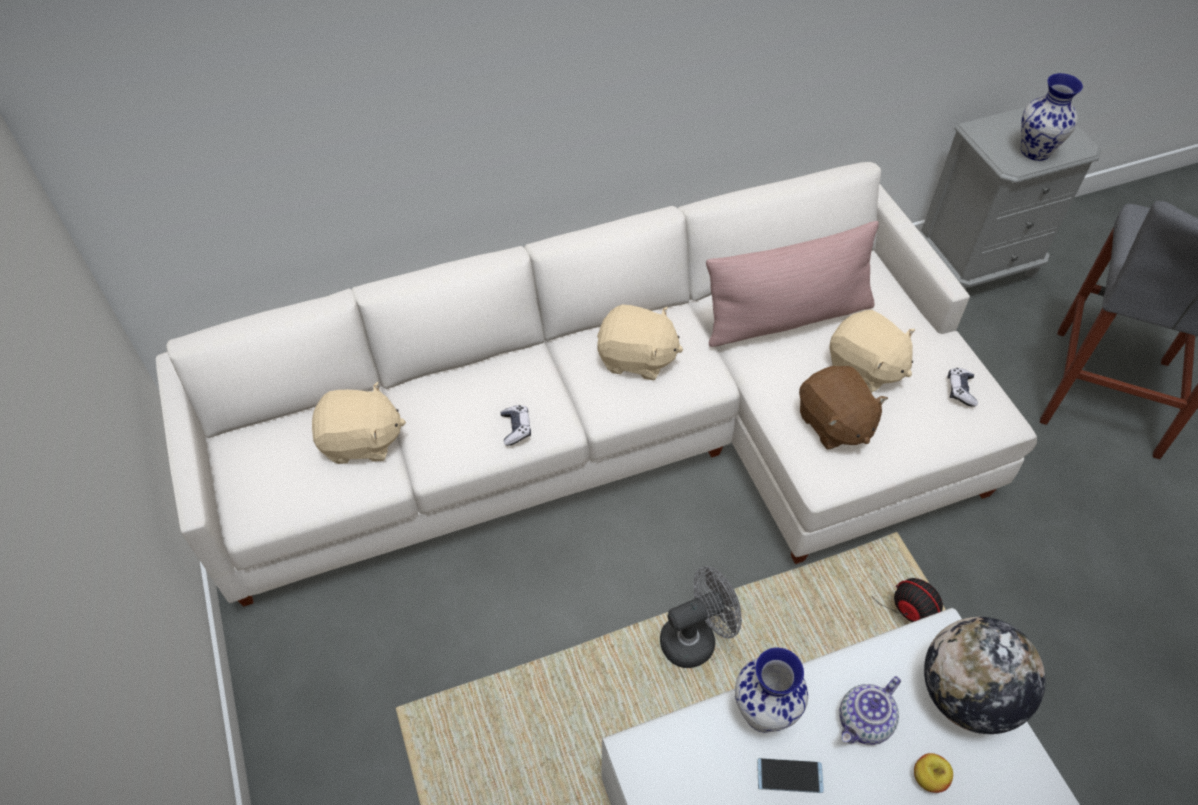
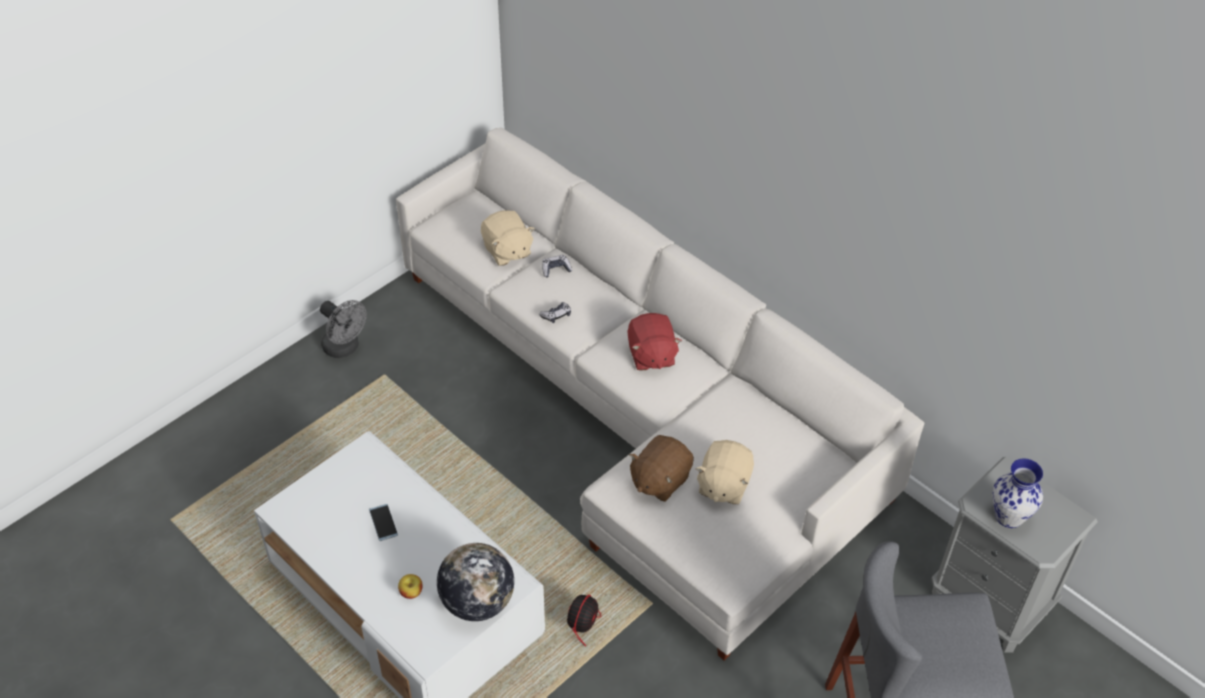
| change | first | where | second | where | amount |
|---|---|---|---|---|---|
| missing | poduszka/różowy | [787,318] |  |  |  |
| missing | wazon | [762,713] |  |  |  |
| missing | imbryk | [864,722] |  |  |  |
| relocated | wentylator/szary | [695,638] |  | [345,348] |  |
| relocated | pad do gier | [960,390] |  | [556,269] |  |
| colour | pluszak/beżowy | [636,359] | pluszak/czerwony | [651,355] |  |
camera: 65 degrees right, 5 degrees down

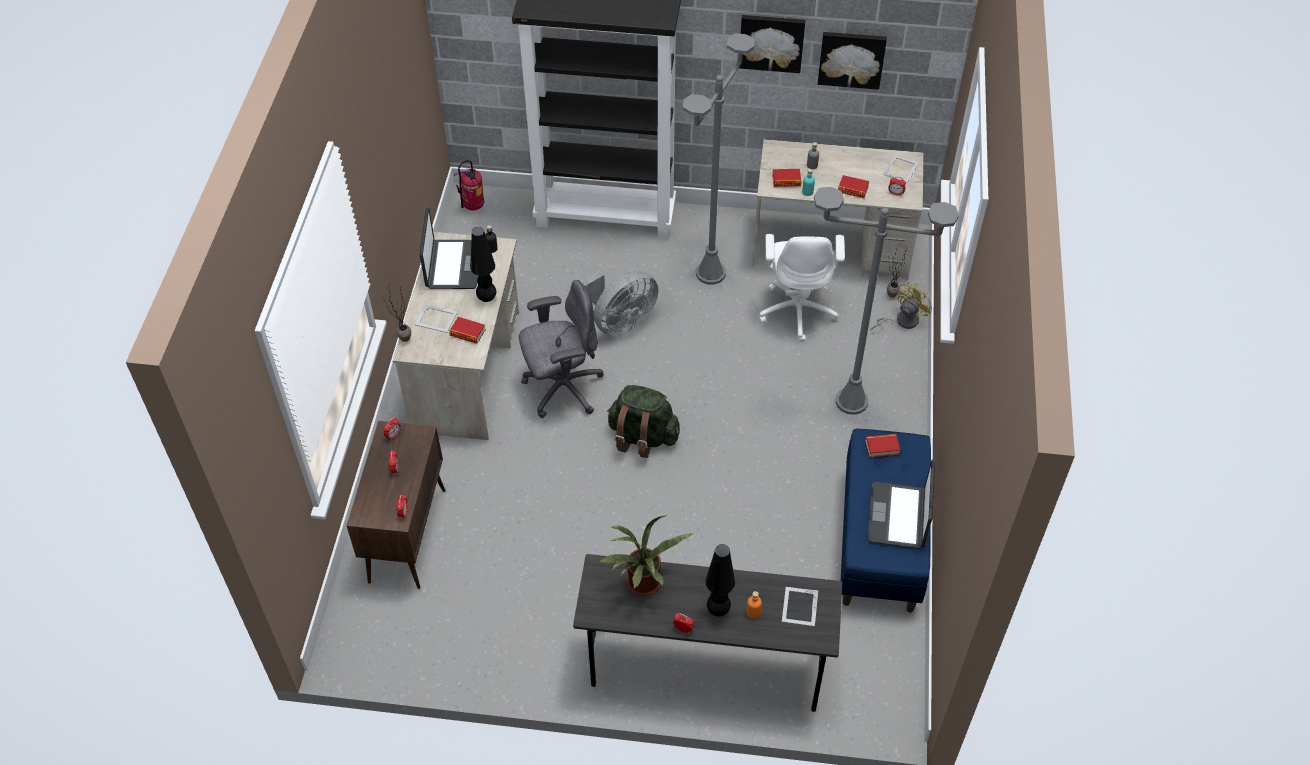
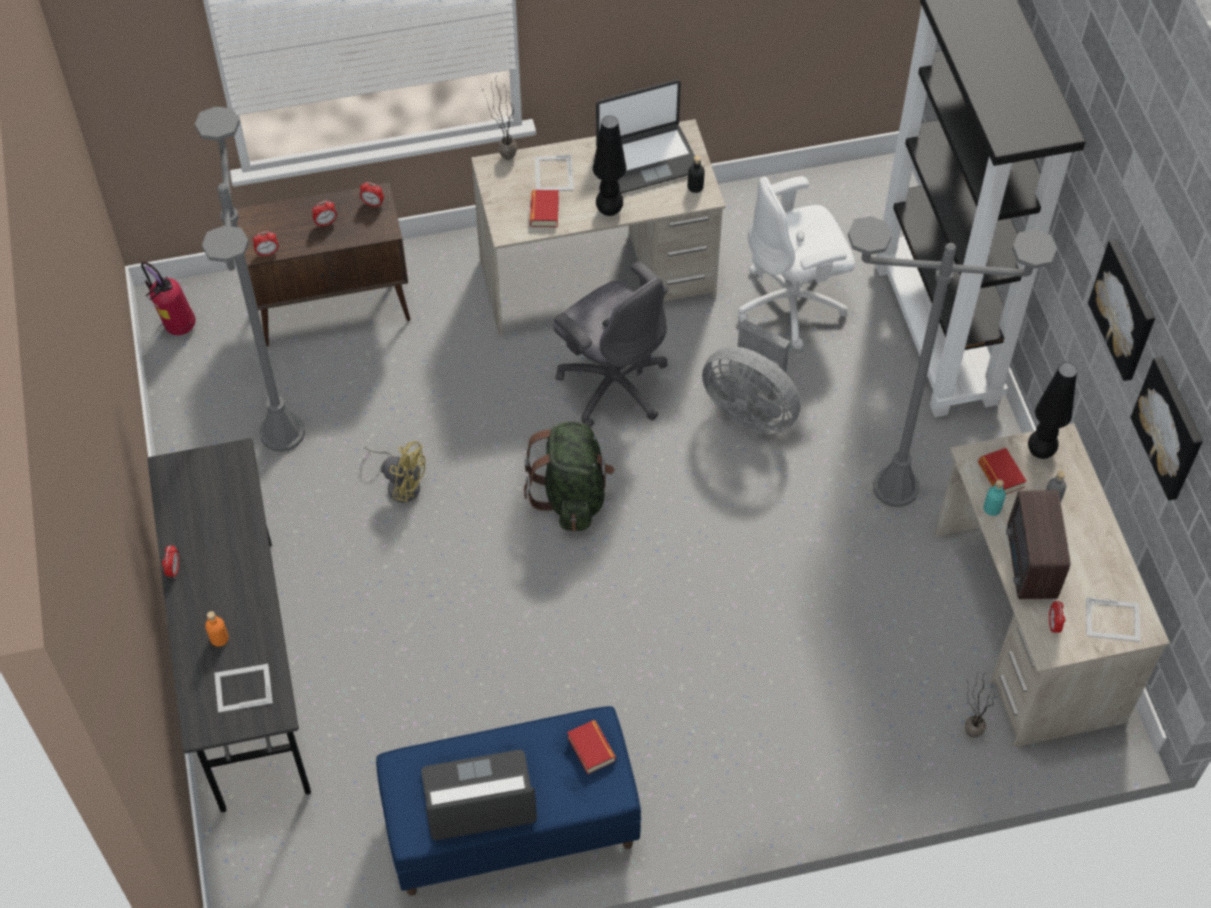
| change | first | where | second | where | amount |
|---|---|---|---|---|---|
| missing | roślina doniczkowa | [644,586] |  |  |  |
| relocated | gaśnica | [473,207] |  | [177,327] |  |
| relocated | lampa stołowa/czarny | [718,610] |  | [1040,452] |  |
| relocated | krzesło biurowe/biały | [798,310] |  | [792,304] |  |
| relocated | lampa stojąca/szary | [852,401] |  | [282,433] |  |
| relocated | wentylator/żółty | [902,321] |  | [401,483] |  |
| exchanged | książka | [853,189] | radio | [1029,565] |  |
camera: 70 degrees right, 5 degrees up

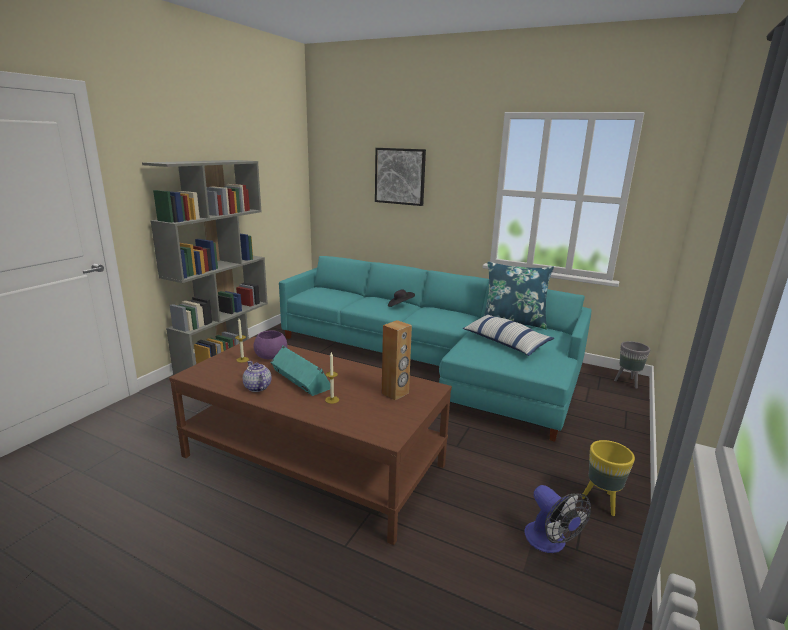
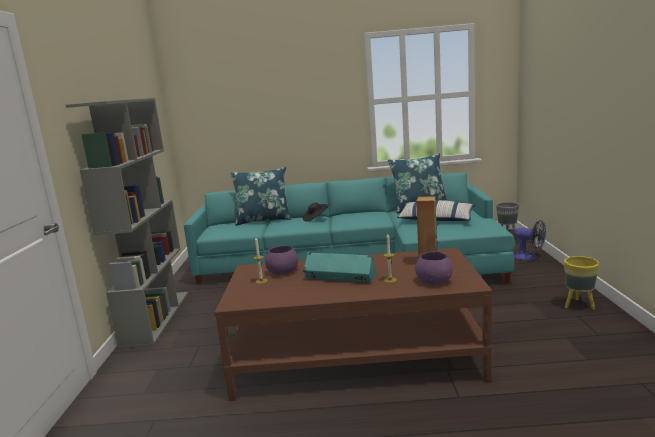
| change | first | where | second | where | amount |
|---|---|---|---|---|---|
| missing | imbryk | [257,387] |  |  |  |
| missing | obraz | [400,176] |  |  |  |
| appeared |  |  | poduszka/niebieski | [263,220] |  |
| appeared |  |  | miska/fioletowy | [434,281] |  |
| relocated | wentylator | [550,542] |  | [529,257] |  |
camera: 25 degrees left, 5 degrees down

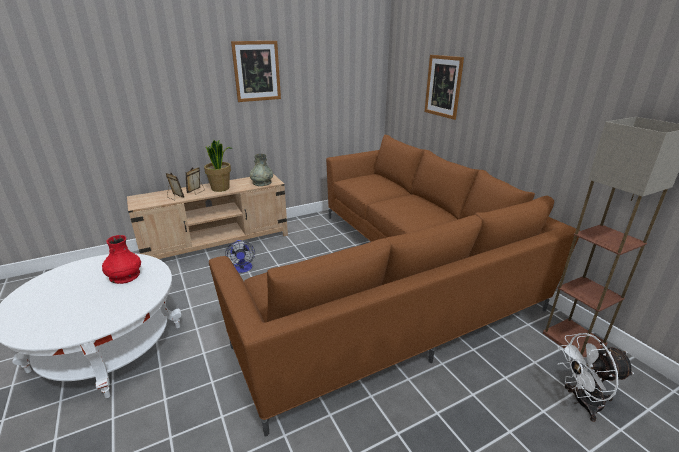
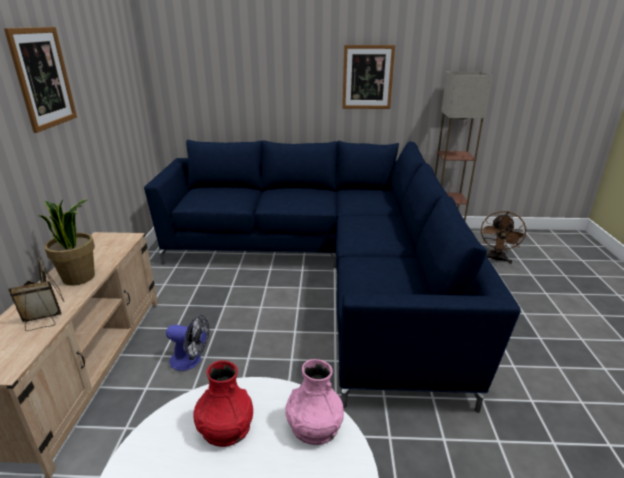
| change | first | where | second | where | amount |
|---|---|---|---|---|---|
| missing | wazon/szary | [262,183] |  |  |  |
| appeared |  |  | wazon/różowy | [314,426] |  |
| relocated | obraz | [443,86] |  | [367,77] |  |
| colour | kanapa/brązowy | [396,284] | kanapa/niebieski | [328,272] |  |
| colour | wentylator/biały | [581,402] | wentylator/brązowy | [496,259] |  |
camera: 60 degrees left, 0 degrees up

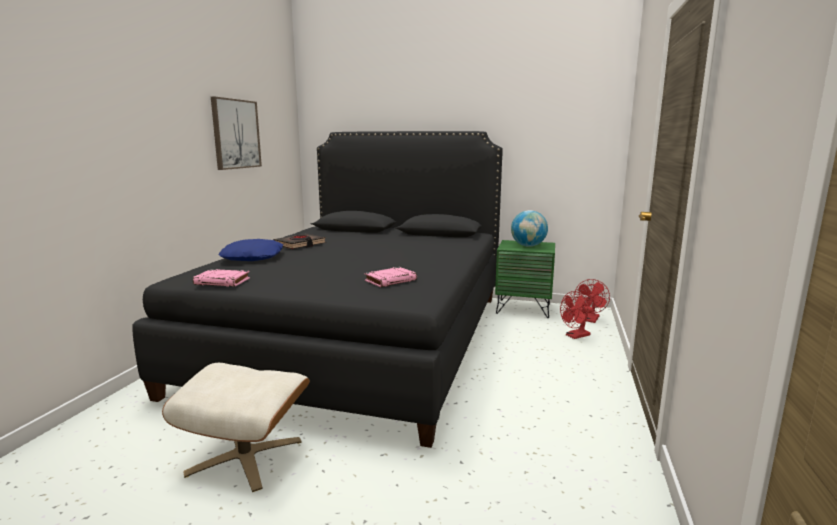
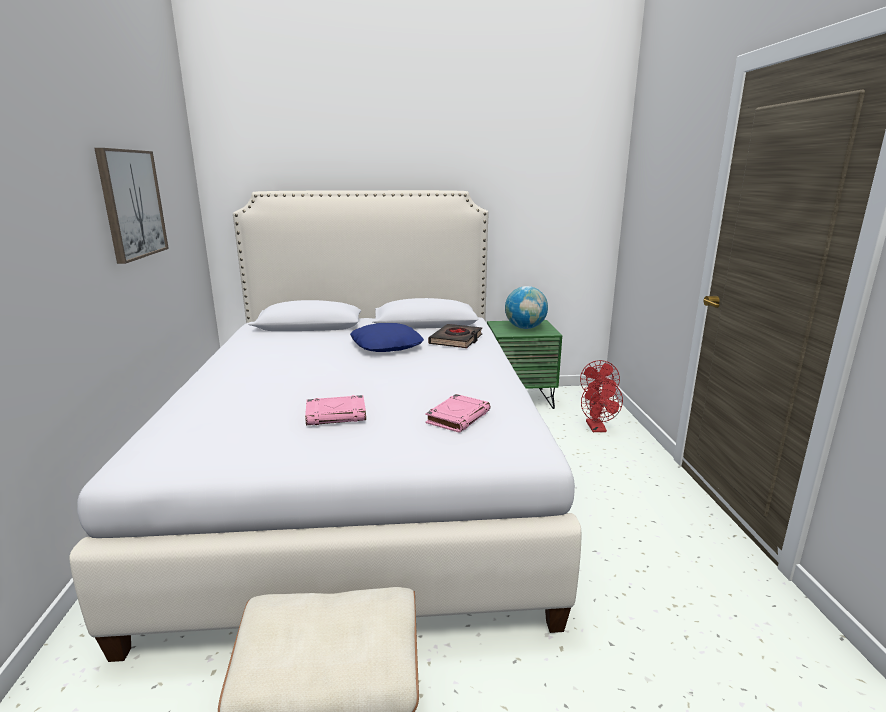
| change | first | where | second | where | amount |
|---|---|---|---|---|---|
| relocated | książka/różowy | [223,281] |  | [337,415] |  |
| relocated | poduszka/niebieski | [253,257] |  | [387,345] |  |
| relocated | książka/czarny | [300,245] |  | [456,340] |  |
| colour | łóżko/czarny | [361,338] | łóżko/biały | [361,476] |  |
| spun | wentylator/czerwony | [575,336] |  | [597,429] | 45 degrees counterclockwise |
camera: 20 degrees left, 5 degrees up

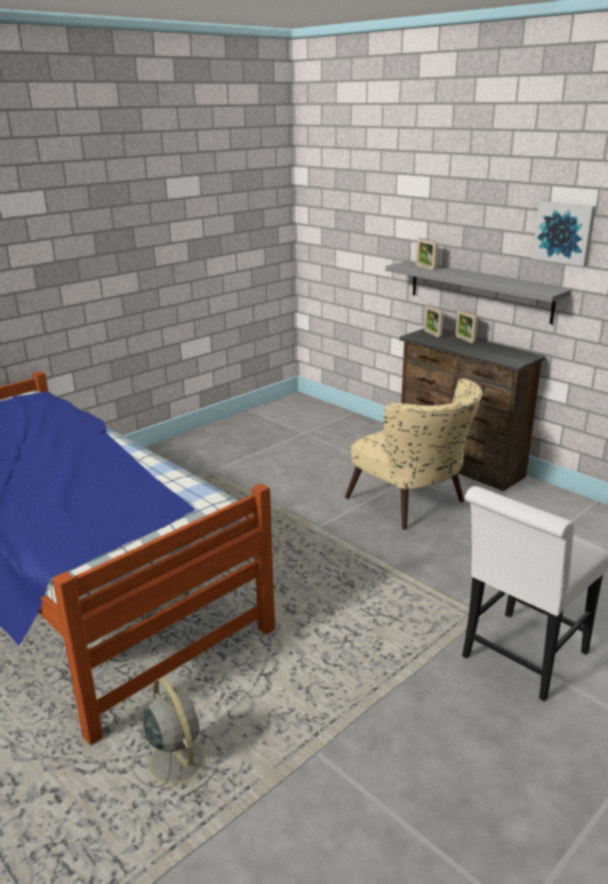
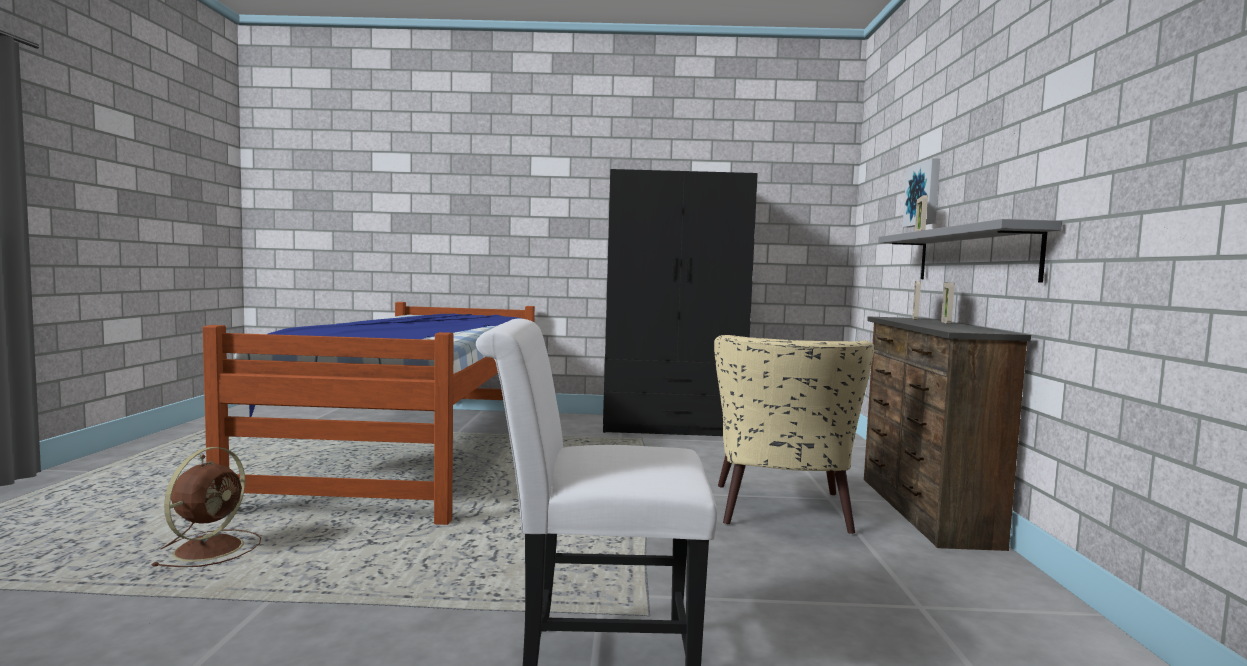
| change | first | where | second | where | amount |
|---|---|---|---|---|---|
| appeared |  |  | szafa/czarny | [672,426] |  |
| relocated | obraz | [564,233] |  | [924,194] |  |
| colour | wentylator/szary | [176,759] | wentylator/brązowy | [211,548] |  |
camera: 45 degrees right, 20 degrees down

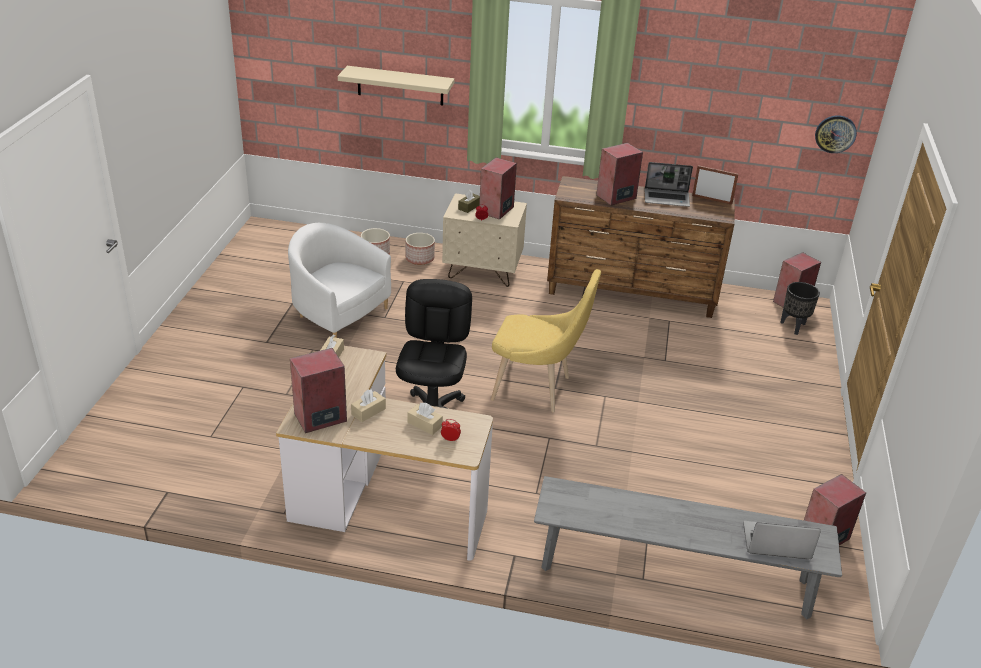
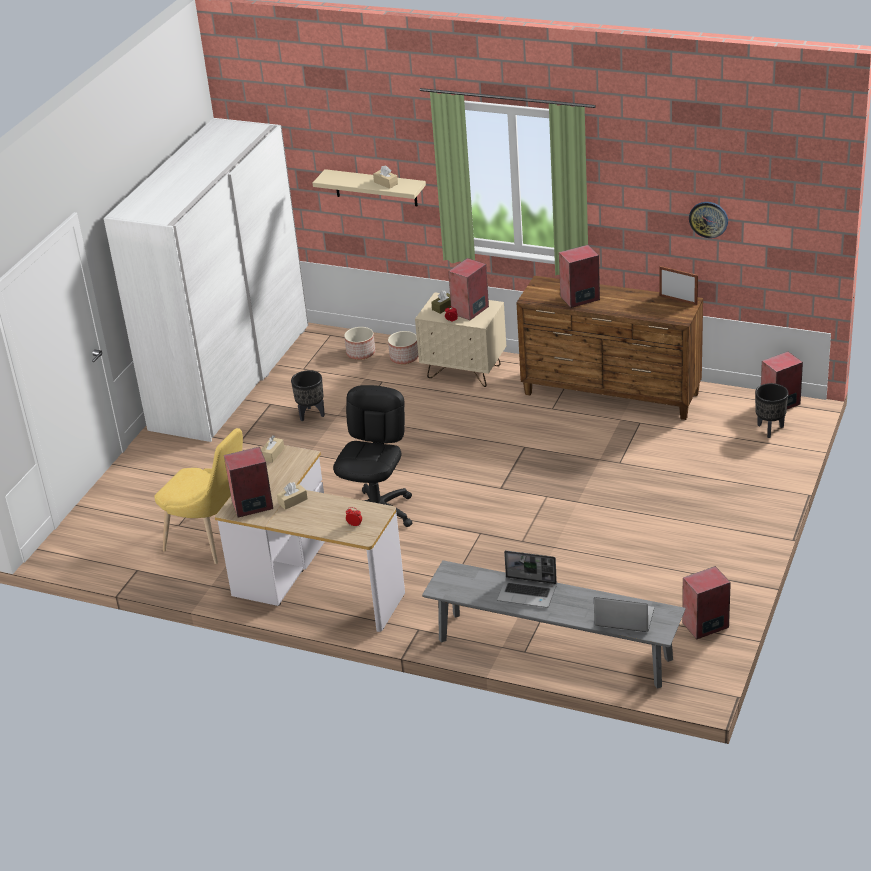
| change | first | where | second | where | amount |
|---|---|---|---|---|---|
| appeared |  |  | szafa/biały | [230,377] |  |
| relocated | pudełko chusteczek/beżowy | [424,424] |  | [386,183] |  |
| relocated | krzesło/żółty | [537,389] |  | [212,541] |  |
| relocated | laptop | [667,198] |  | [528,593] |  |
| relocated | zegar ścienny | [835,133] |  | [708,219] |  |
| exchanged | fotel/biały | [338,313] | donica/czarny | [311,414] |  |
camera: 15 degrees right, 0 degrees up

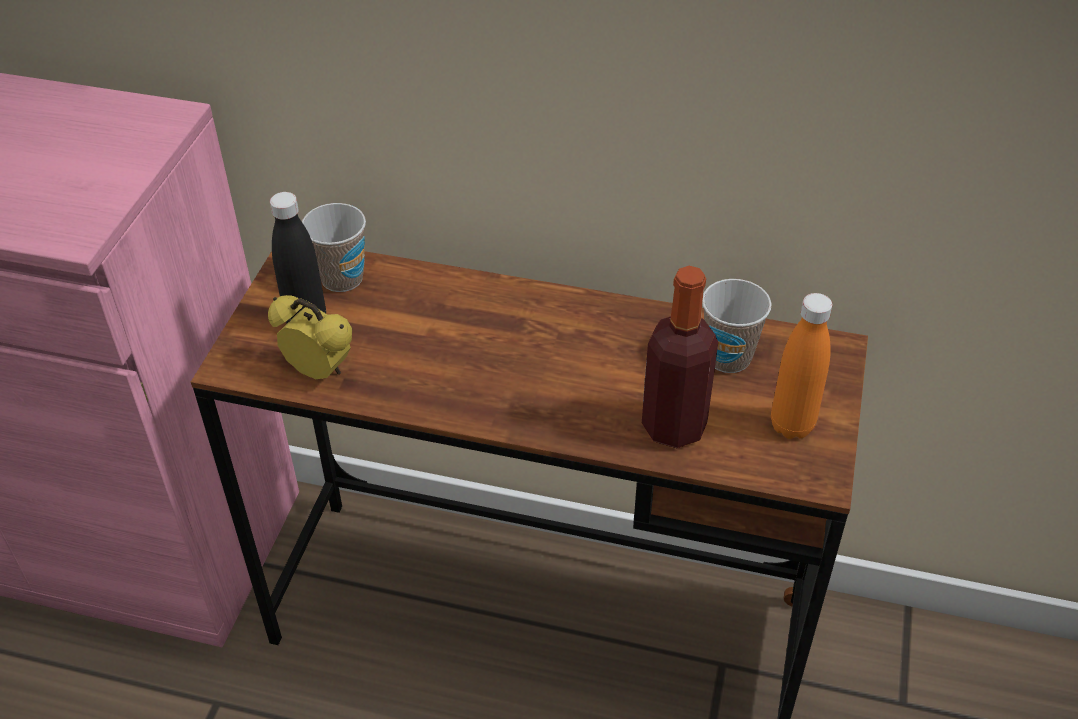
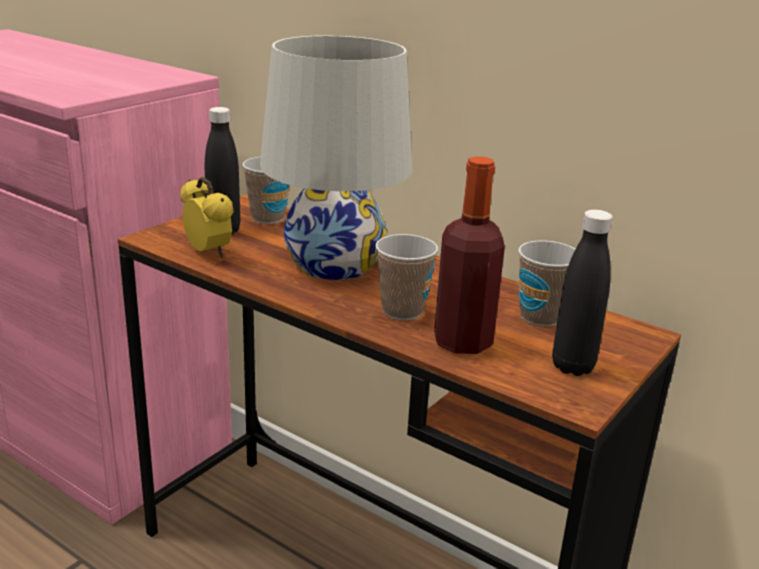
| change | first | where | second | where | amount |
|---|---|---|---|---|---|
| appeared |  |  | lampa stołowa/biały | [335,264] |  |
| appeared |  |  | filiżanka | [402,311] |  |
| colour | butelka/pomarańczowy | [792,425] | butelka/czarny | [572,366] |  |
camera: 20 degrees right, 20 degrees down

